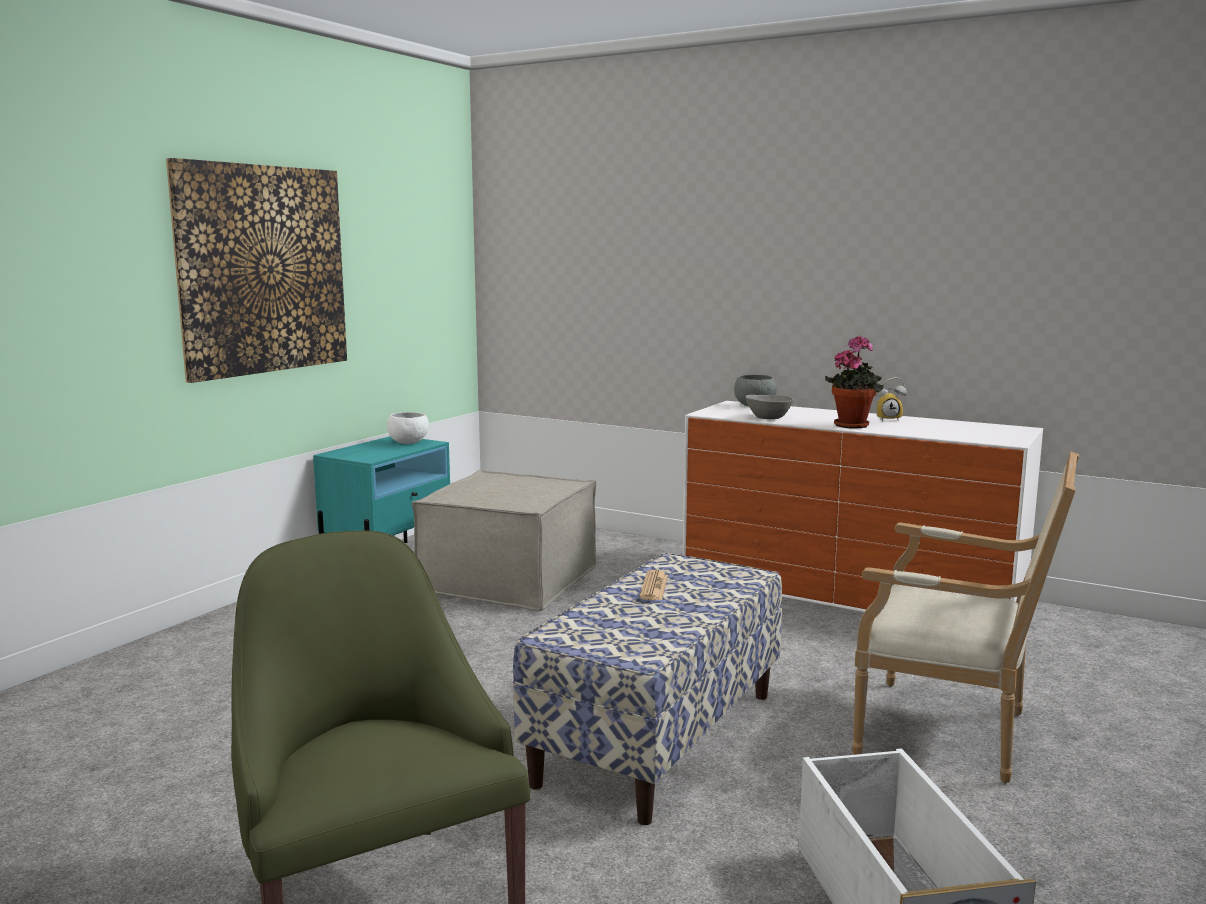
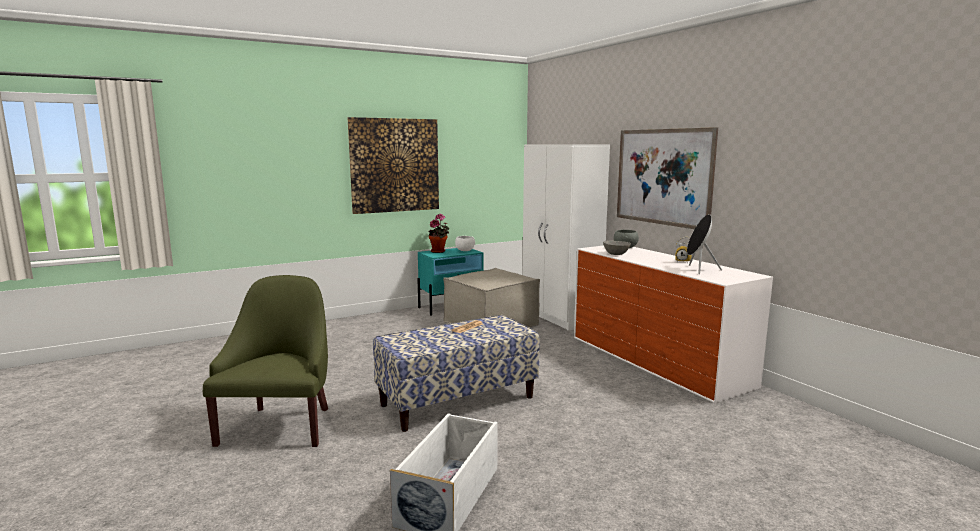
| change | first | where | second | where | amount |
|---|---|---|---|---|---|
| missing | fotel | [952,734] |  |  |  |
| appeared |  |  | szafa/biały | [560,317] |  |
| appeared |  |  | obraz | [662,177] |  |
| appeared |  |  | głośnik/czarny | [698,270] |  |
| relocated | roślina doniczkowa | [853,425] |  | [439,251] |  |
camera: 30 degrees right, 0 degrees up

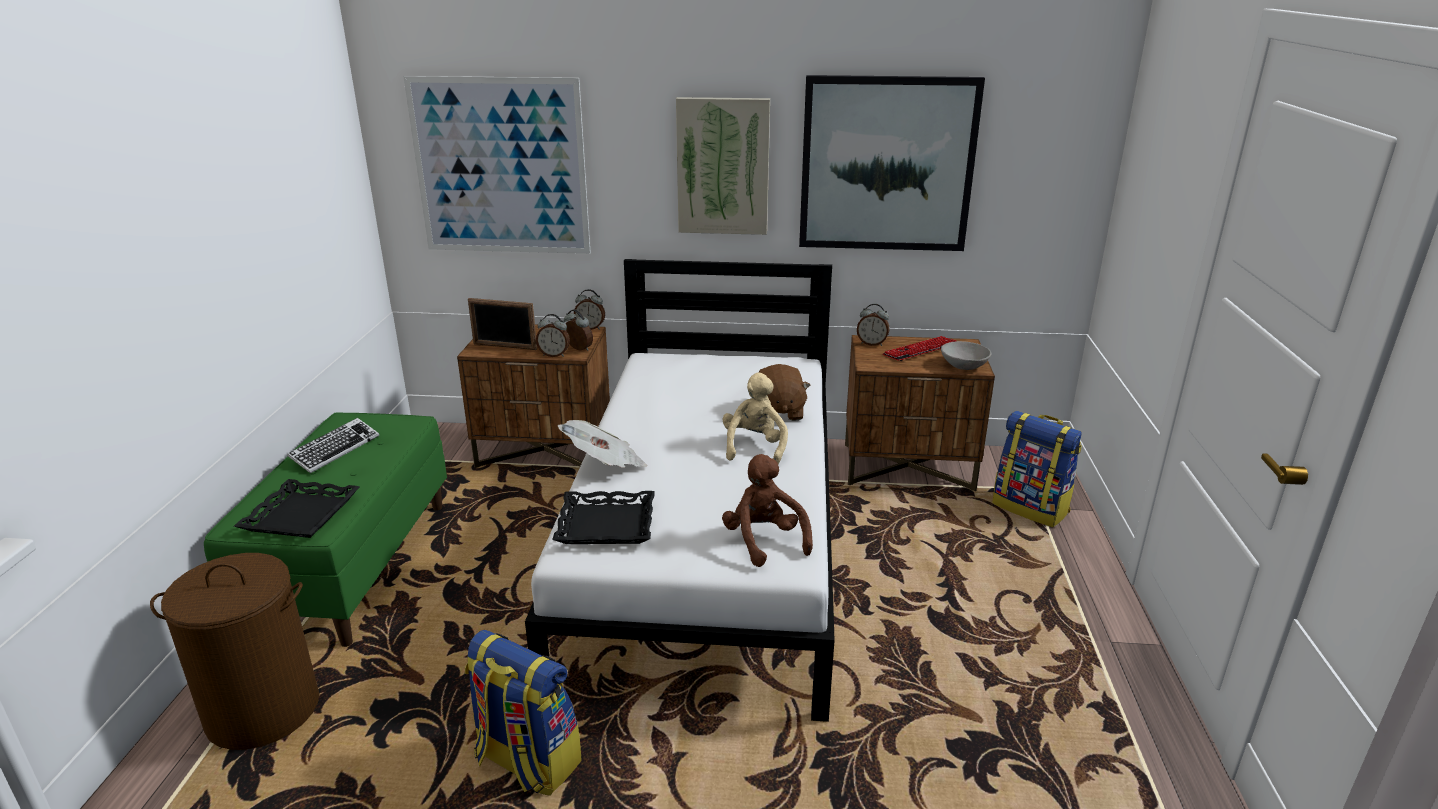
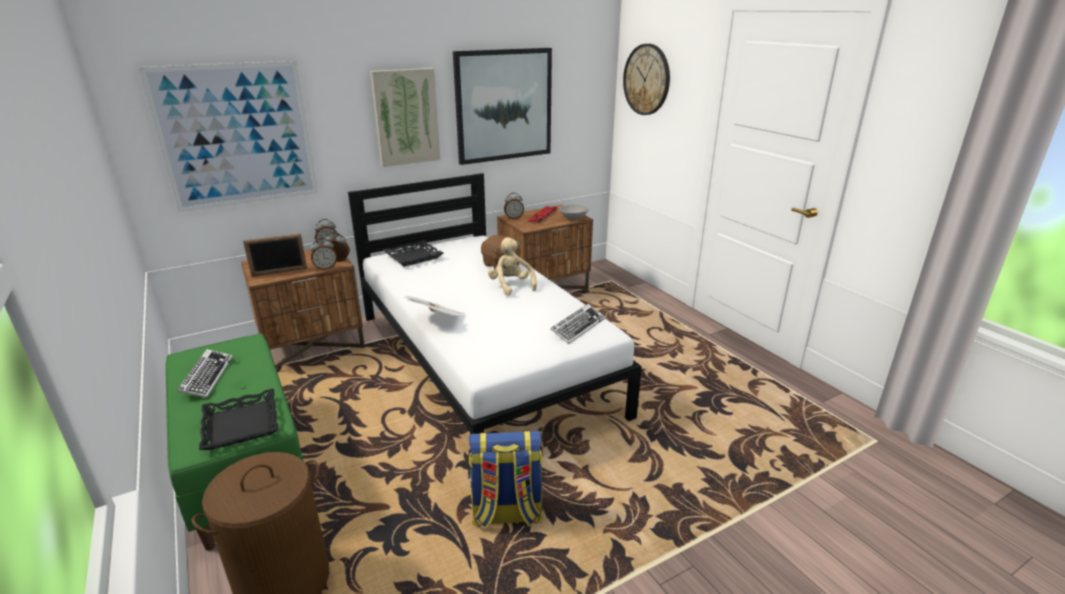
| change | first | where | second | where | amount |
|---|---|---|---|---|---|
| missing | plecak | [1031,508] |  |  |  |
| appeared |  |  | zegar ścienny | [646,79] |  |
| relocated | taca/czarny | [606,525] |  | [413,257] |  |
| exchanged | pluszak/brązowy | [764,541] | klawiatura | [578,327] |  |
camera: 35 degrees left, 0 degrees up

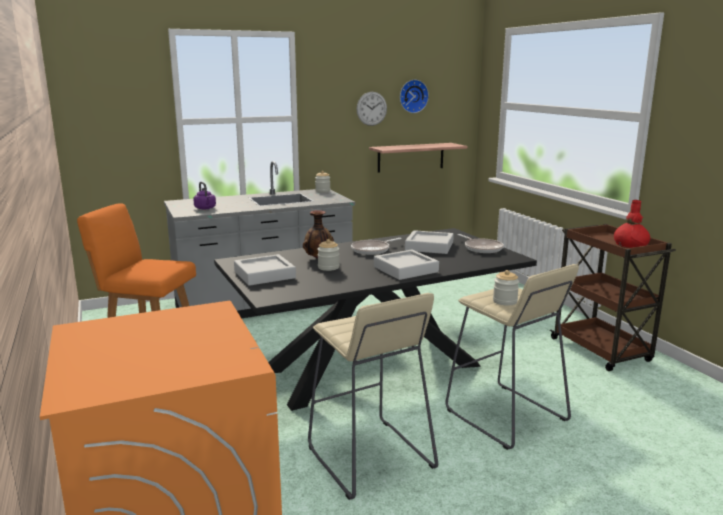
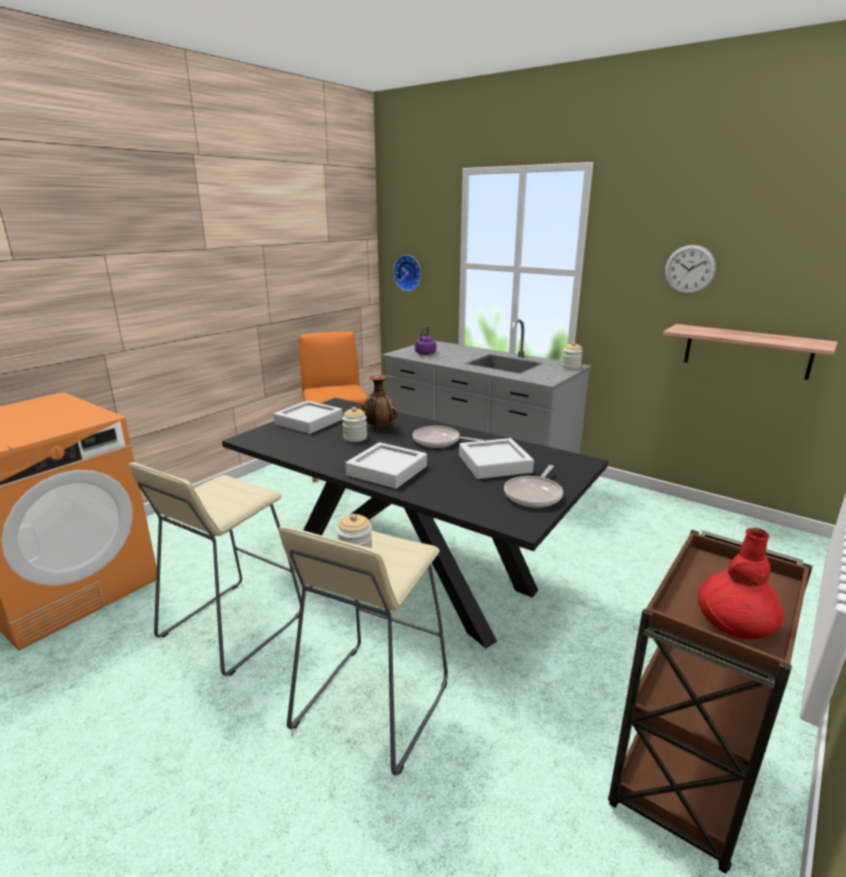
| change | first | where | second | where | amount |
|---|---|---|---|---|---|
| relocated | zegar ścienny | [413,96] |  | [409,273] |  |
camera: 60 degrees right, 5 degrees up

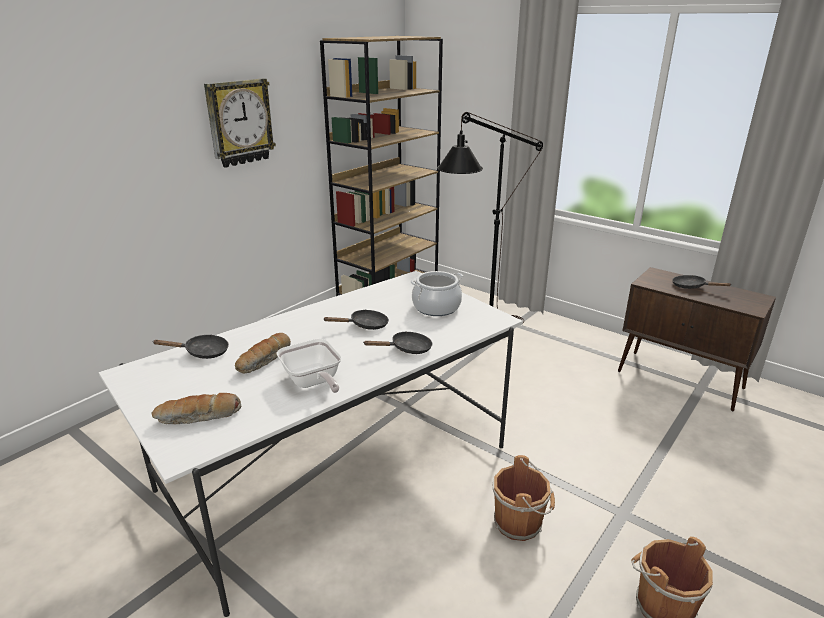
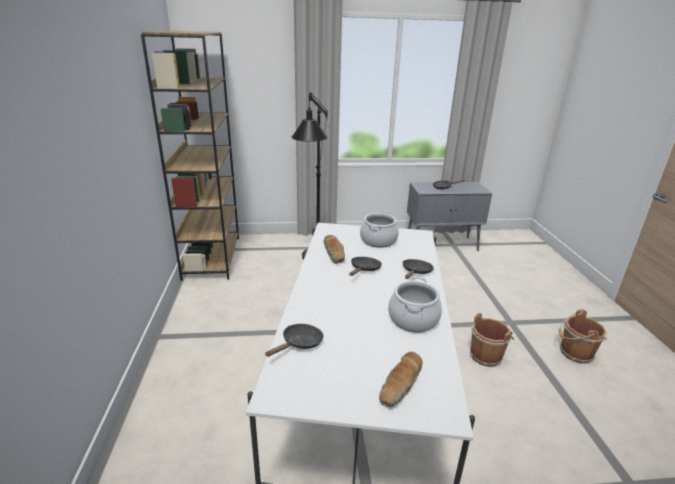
| change | first | where | second | where | amount |
|---|---|---|---|---|---|
| missing | zegar ścienny | [239,122] |  |  |  |
| relocated | chleb | [265,360] |  | [334,254] |  |
| exchanged | patelnia | [313,382] | garnek | [413,319] |  |
| colour | szafka/brązowy | [681,380] | szafka/szary | [442,245] |  |
camera: 45 degrees left, 0 degrees up

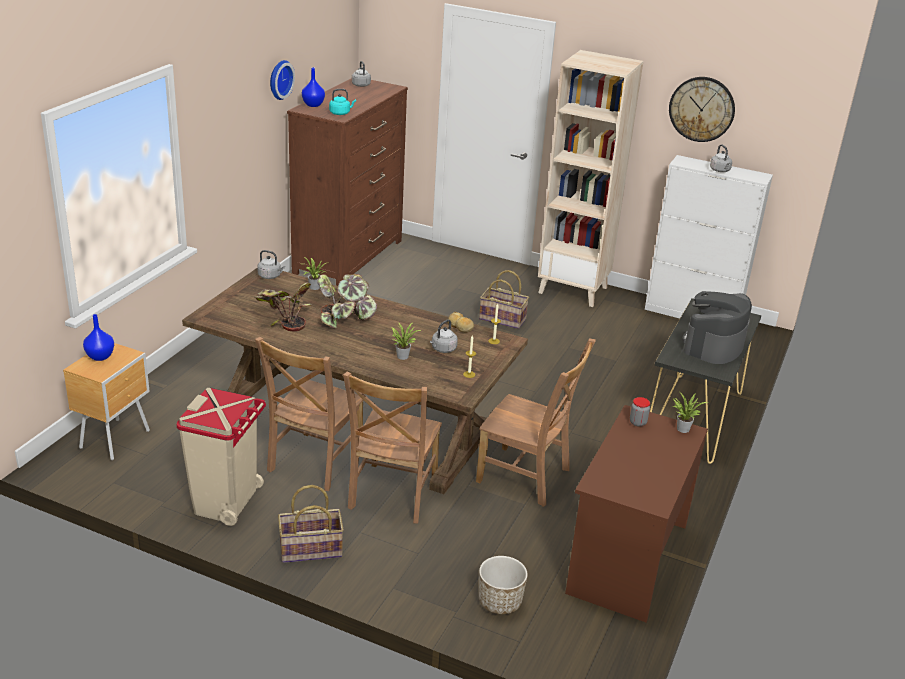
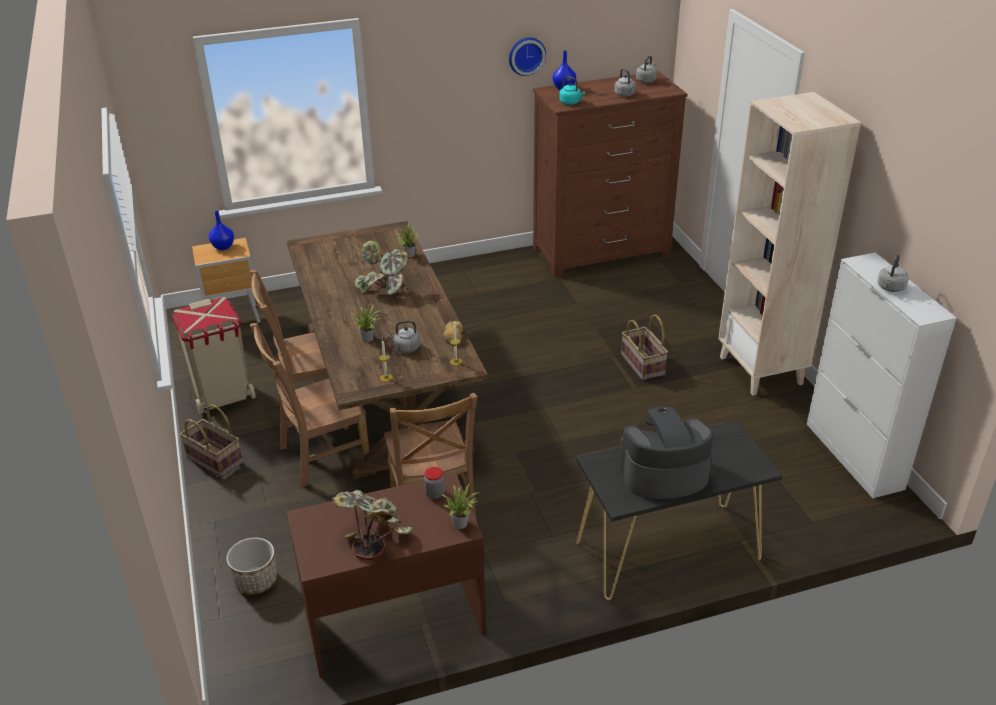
| change | first | where | second | where | amount |
|---|---|---|---|---|---|
| missing | zegar ścienny | [701,109] |  |  |  |
| relocated | roślina doniczkowa | [283,319] |  | [372,533] |  |
| relocated | czajnik/szary | [270,276] |  | [625,95] |  |
camera: 50 degrees right, 5 degrees up

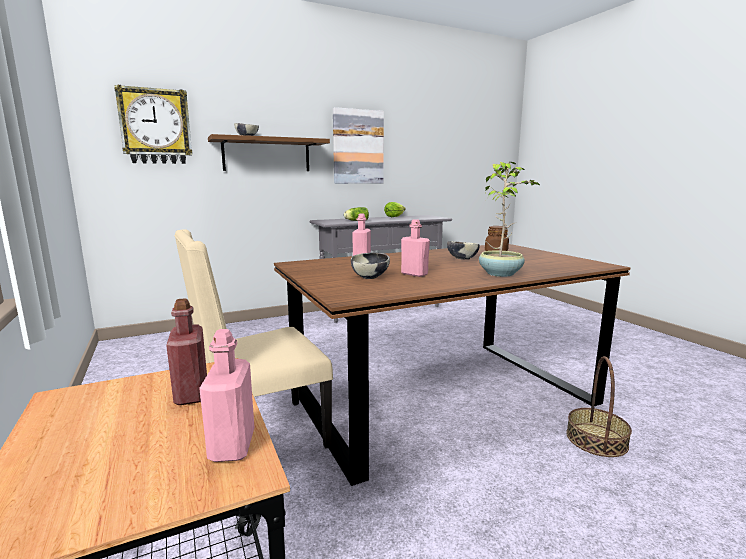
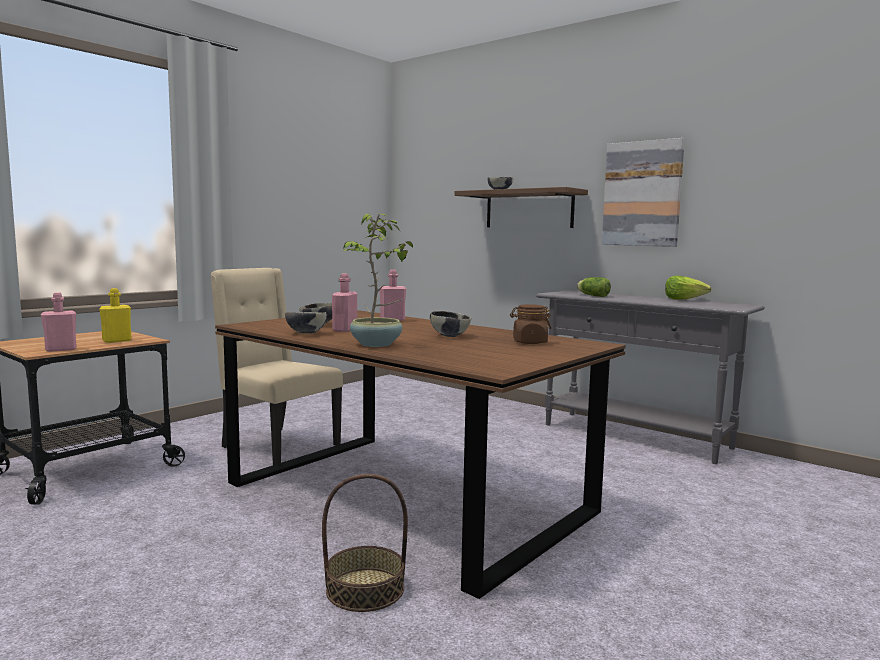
| change | first | where | second | where | amount |
|---|---|---|---|---|---|
| missing | zegar ścienny | [155,126] |  |  |  |
| appeared |  |  | miska | [306,333] |  |
| colour | butelka/czerwony | [191,394] | butelka/żółty | [117,341] |  |
camera: 65 degrees right, 5 degrees down

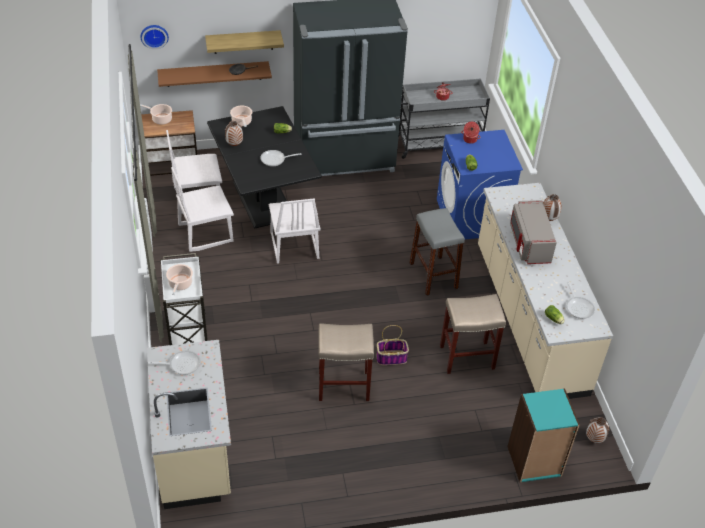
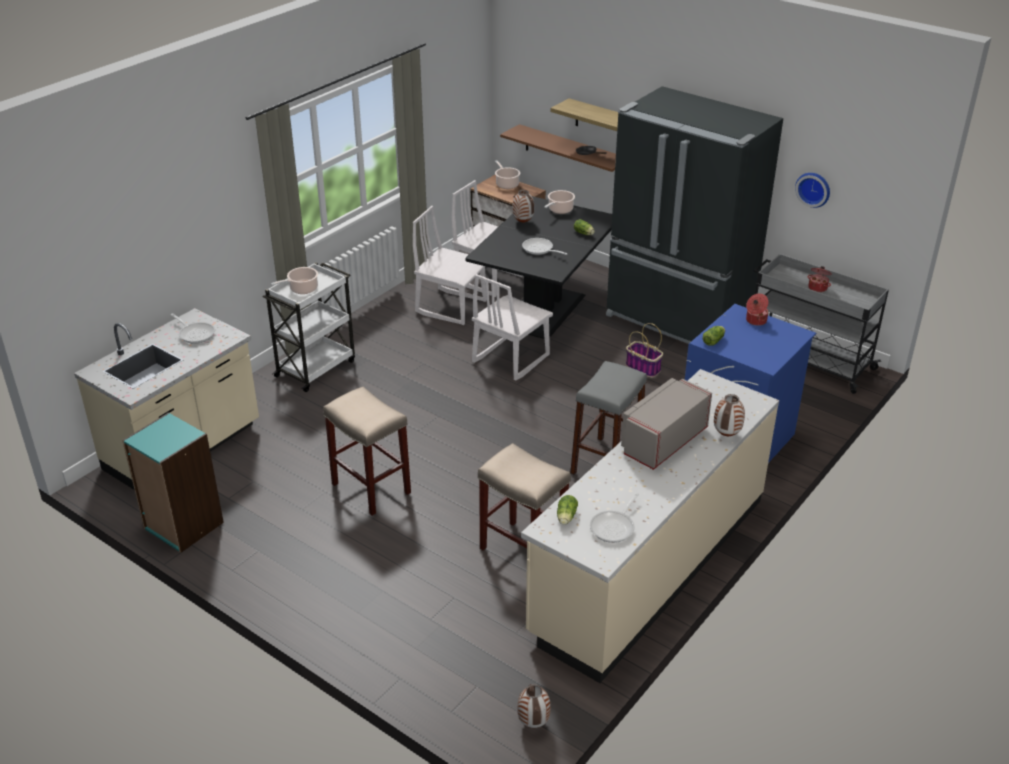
| change | first | where | second | where | amount |
|---|---|---|---|---|---|
| relocated | zegar ścienny | [154,35] |  | [813,189] |  |
| relocated | koszyk | [391,358] |  | [643,368] |  |
| relocated | regał/turkusowy | [534,461] |  | [183,526] |  |
camera: 50 degrees right, 10 degrees down

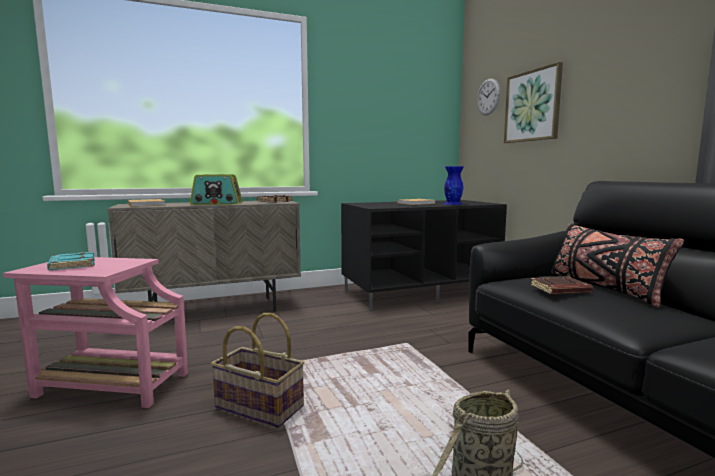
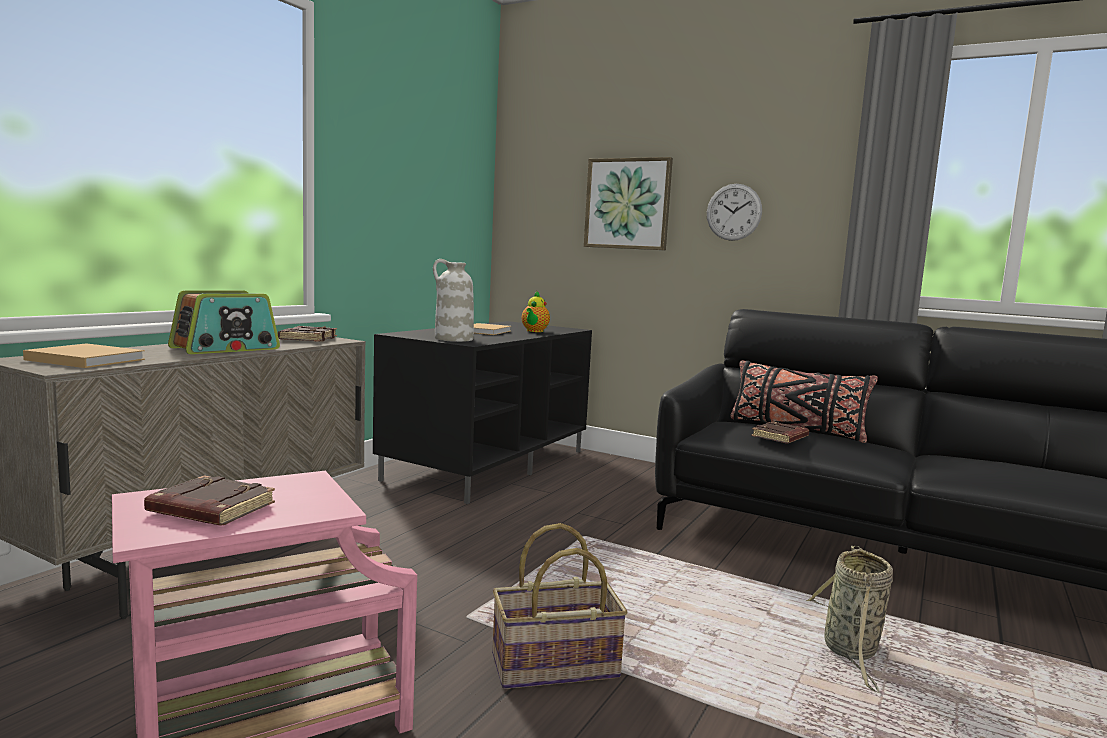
| change | first | where | second | where | amount |
|---|---|---|---|---|---|
| appeared |  |  | wazon/biały | [453,339] |  |
| relocated | zegar ścienny | [488,97] |  | [734,212] |  |
| exchanged | wazon/niebieski | [453,204] | imbryk | [534,331] |  |
| colour | książka/turkusowy | [71,265] | książka/brązowy | [209,509] |  |
camera: 40 degrees left, 0 degrees up

